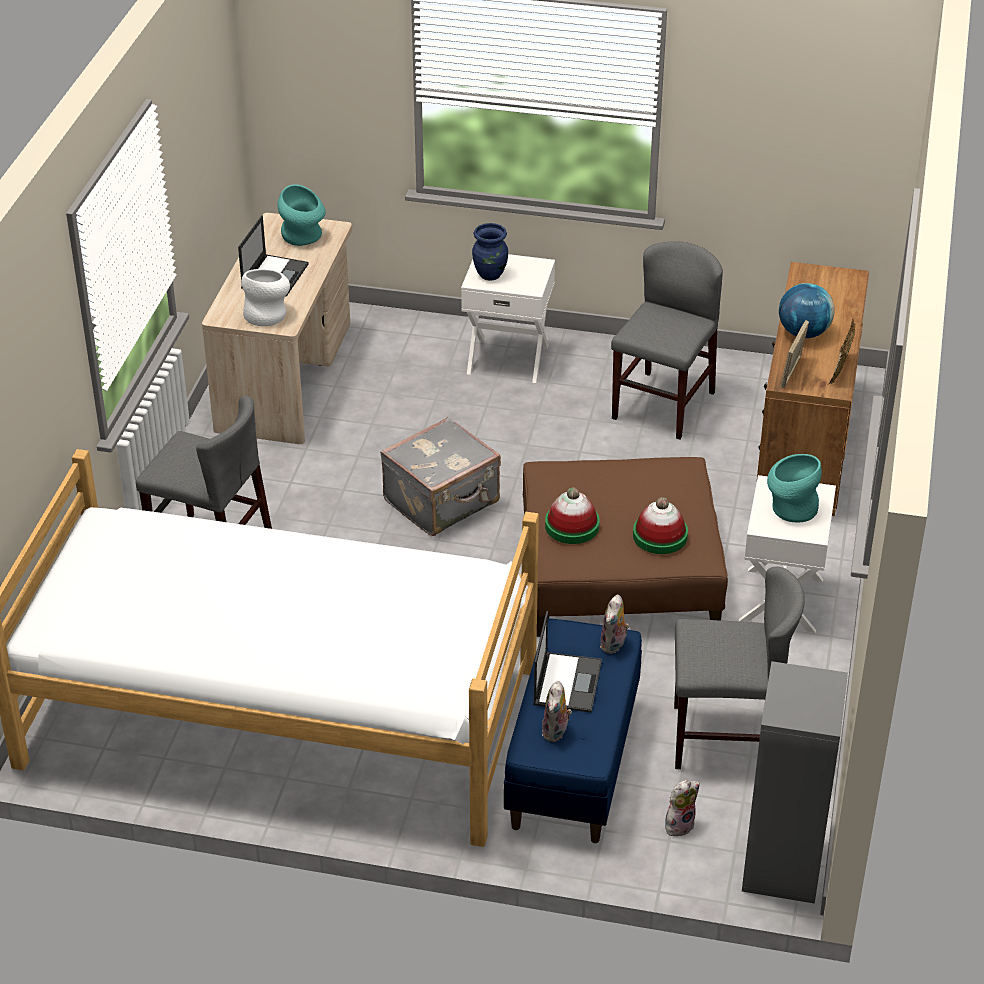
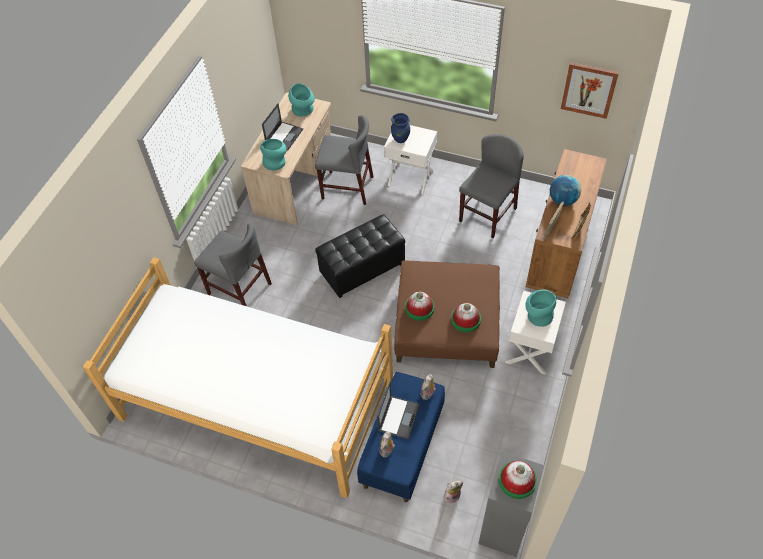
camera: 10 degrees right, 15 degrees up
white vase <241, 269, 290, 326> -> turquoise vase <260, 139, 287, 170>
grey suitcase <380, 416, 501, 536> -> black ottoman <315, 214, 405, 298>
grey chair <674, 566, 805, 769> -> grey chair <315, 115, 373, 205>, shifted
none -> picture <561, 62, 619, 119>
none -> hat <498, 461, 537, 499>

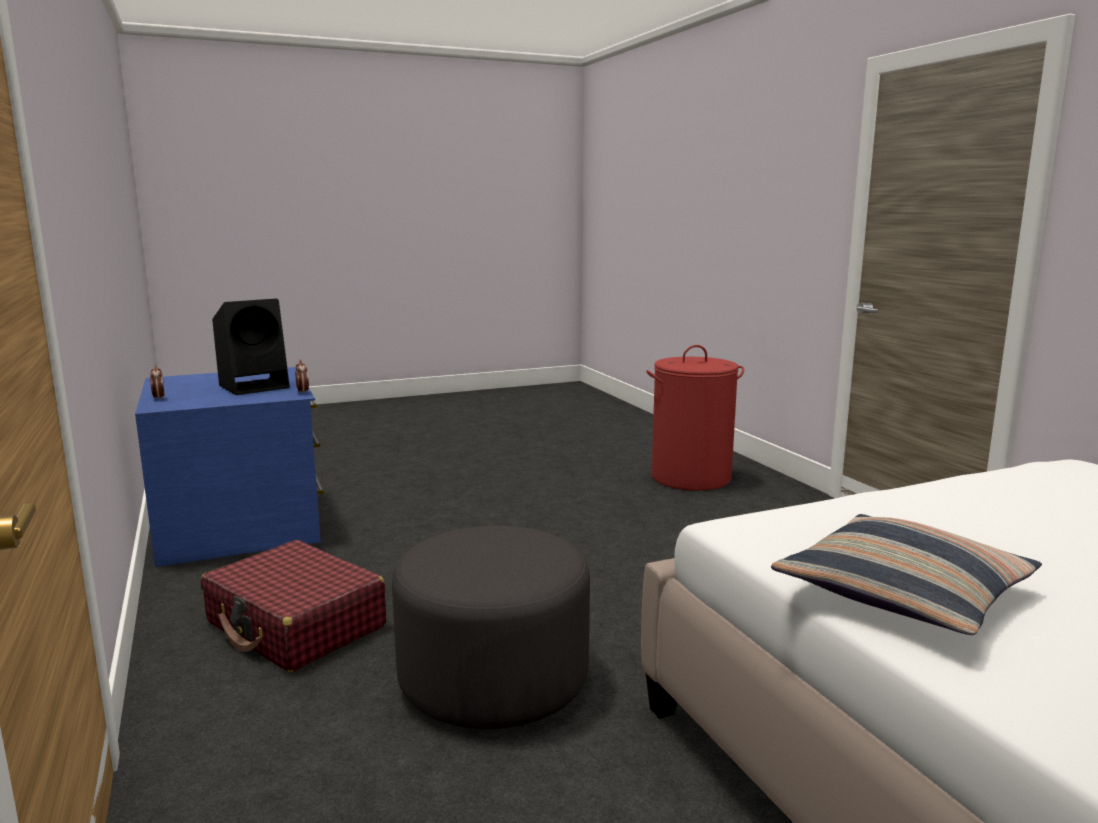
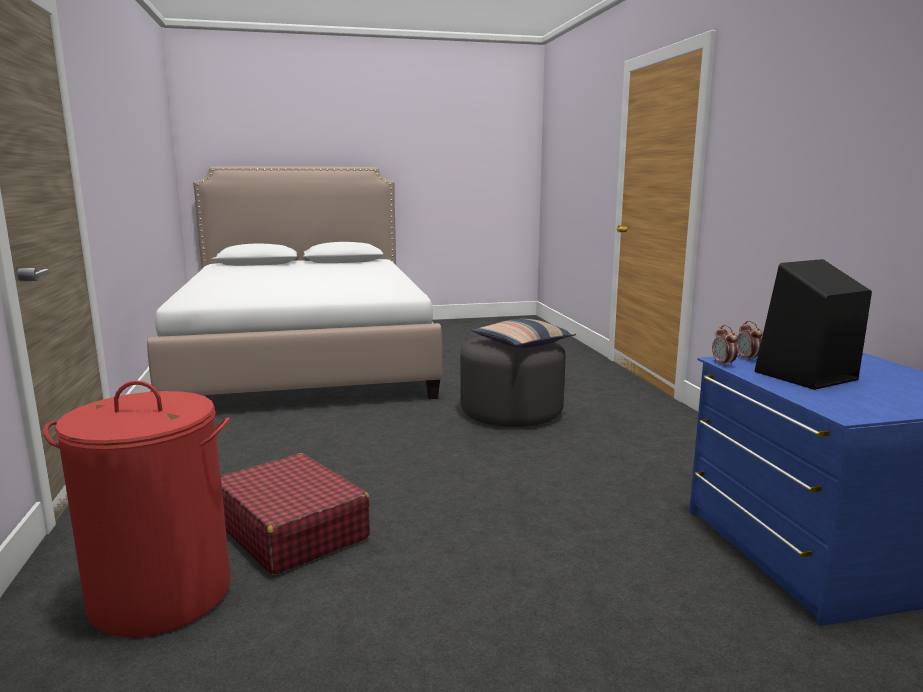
camera: 170 degrees left, 0 degrees up
alarm clock <150, 364, 165, 400> -> alarm clock <737, 321, 762, 361>, shifted
pillow <771, 514, 1042, 635> -> pillow <472, 319, 576, 348>, shifted
red suitcase <201, 540, 386, 672> -> red suitcase <221, 453, 370, 575>, shifted

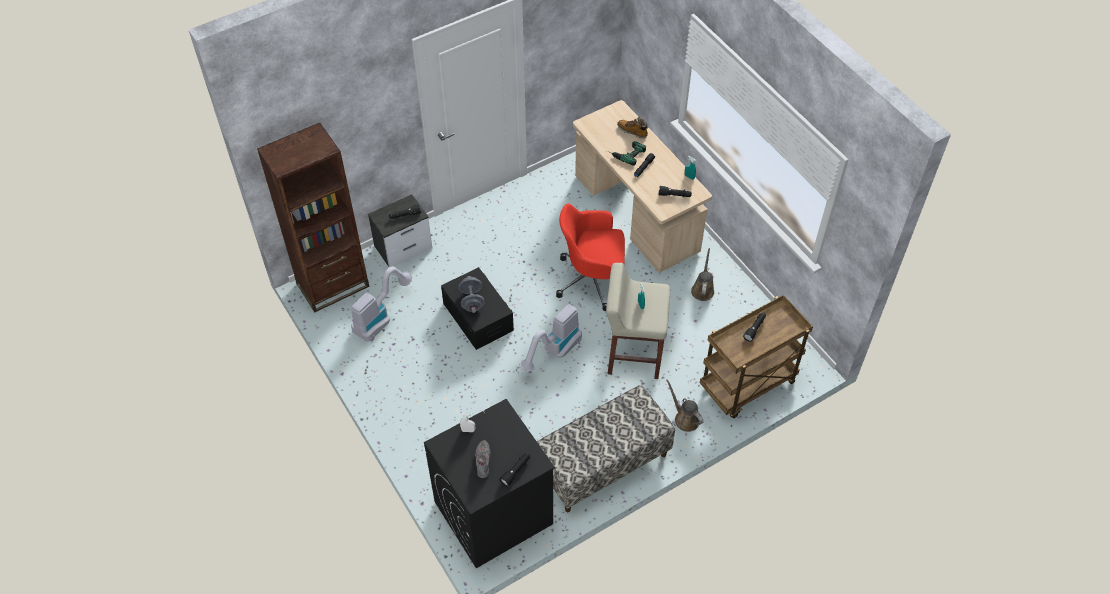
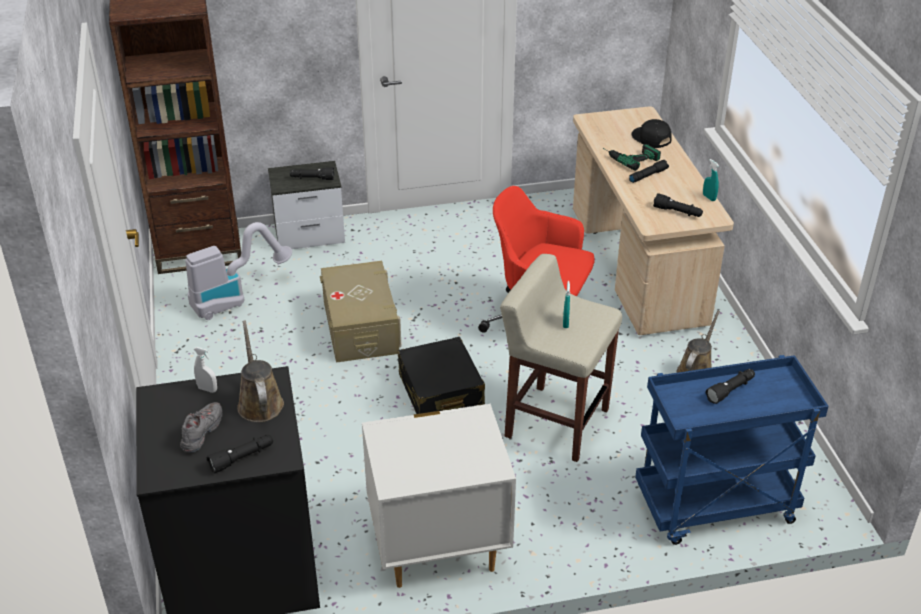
camera: 20 degrees right, 15 degrees down
boot <617, 117, 648, 138> -> black cap <632, 119, 672, 148>
black storage box <441, 267, 514, 350> -> beige storage box <320, 261, 401, 363>
grey dumbbell <458, 276, 485, 313> -> none
brown cart <700, 295, 813, 418> -> blue cart <635, 355, 829, 545>
vacuum cleaner <519, 304, 582, 371> -> black suitcase <398, 337, 485, 414>
brown watering can <666, 379, 704, 432> -> brown watering can <237, 320, 284, 422>, shifted
bench <537, 385, 675, 513> -> white nightstand <362, 403, 516, 588>

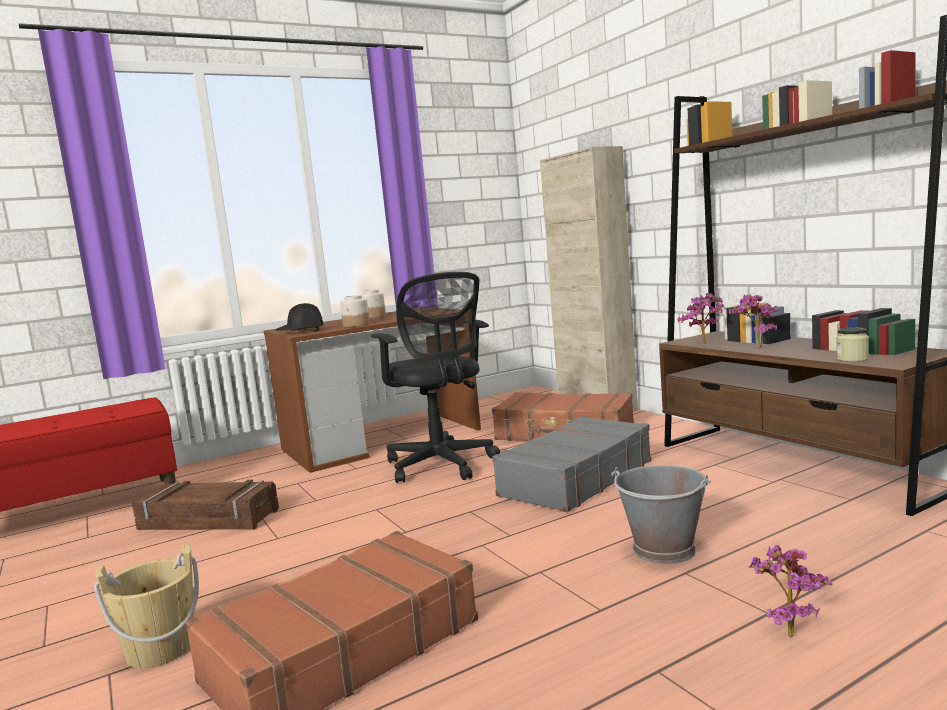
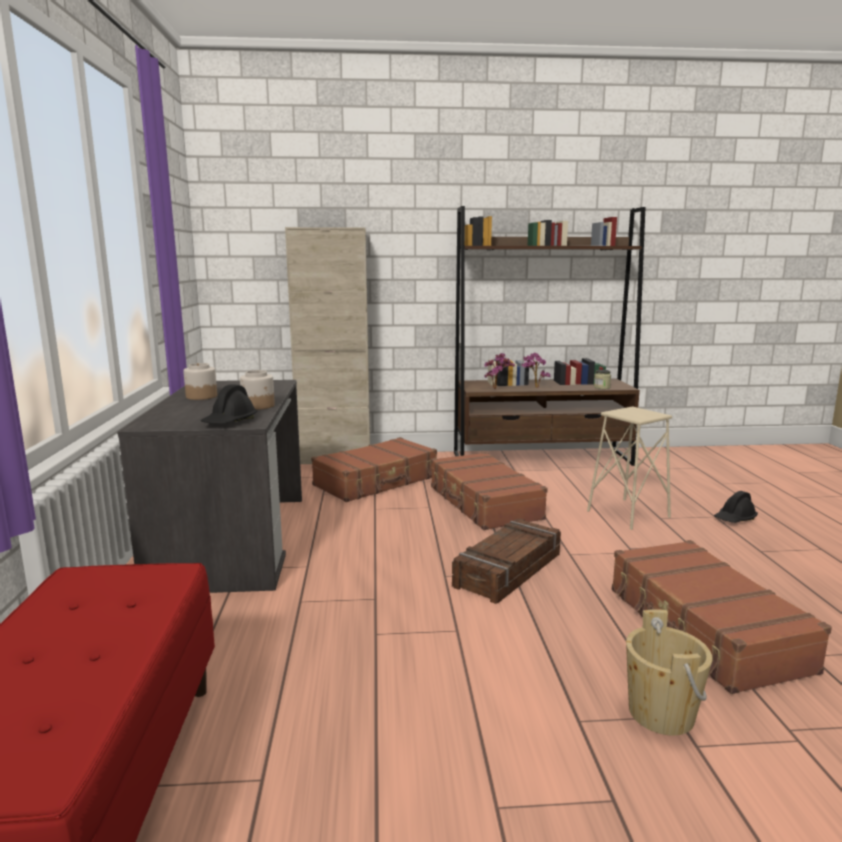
camera: 65 degrees left, 5 degrees up
black office chair <371, 272, 500, 483> -> none
brown desk <264, 311, 481, 473> -> grey desk <118, 380, 302, 593>
grey suitcase <492, 416, 652, 512> -> brown suitcase <431, 452, 548, 530>
grey bucket <612, 465, 711, 564> -> beige stool <587, 406, 672, 530>
crate <132, 480, 279, 530> -> crate <452, 519, 561, 604>, shifted
potted plant <749, 545, 833, 638> -> black hard hat <714, 491, 758, 523>

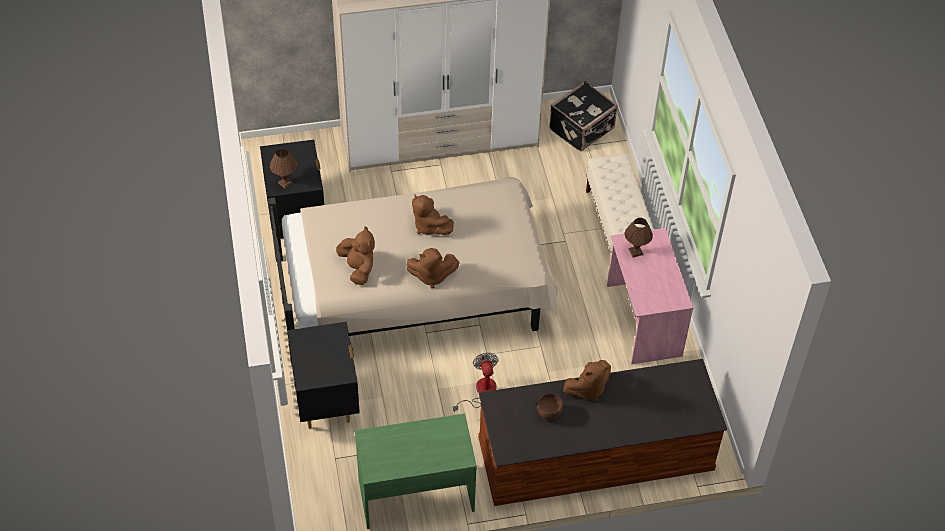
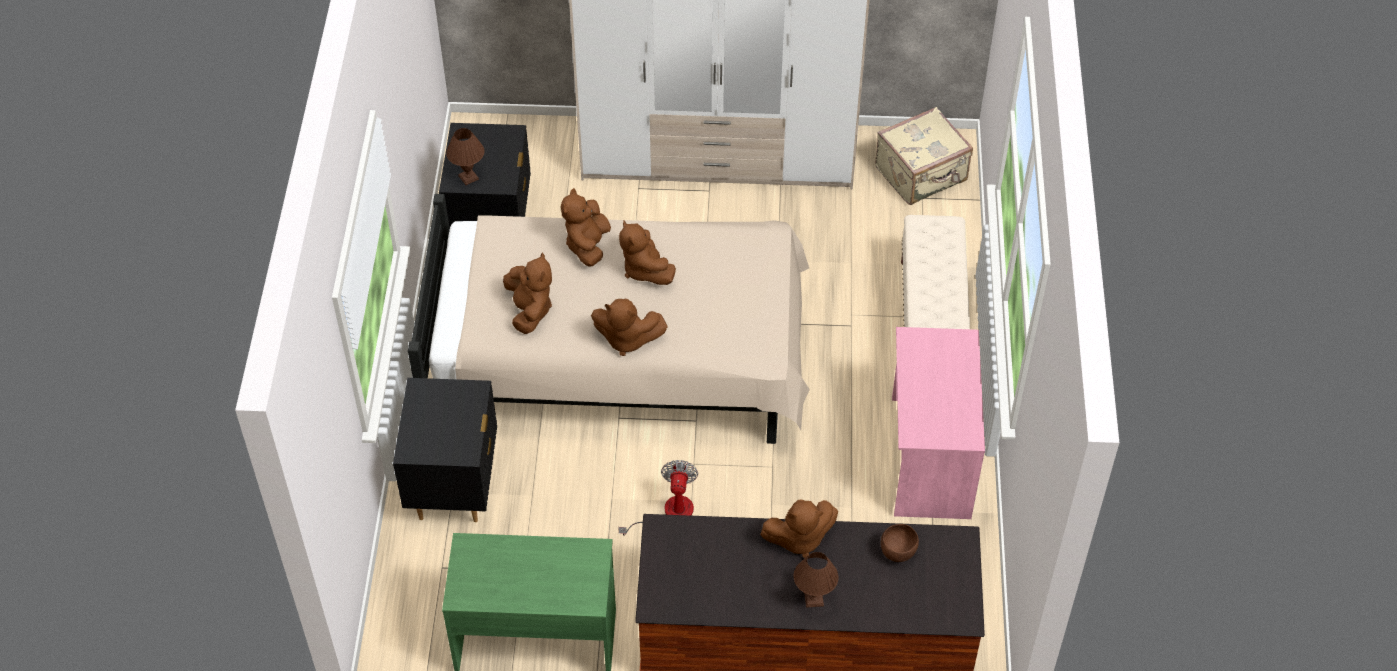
camera: 15 degrees right, 0 degrees up
black suitcase <549, 81, 618, 151> -> beige suitcase <875, 107, 973, 205>
brown table lamp <625, 218, 653, 257> -> brown table lamp <794, 552, 839, 608>, shifted
brown bowl <537, 393, 563, 420> -> brown bowl <881, 524, 919, 562>, shifted
none -> brown plush toy <561, 188, 611, 267>

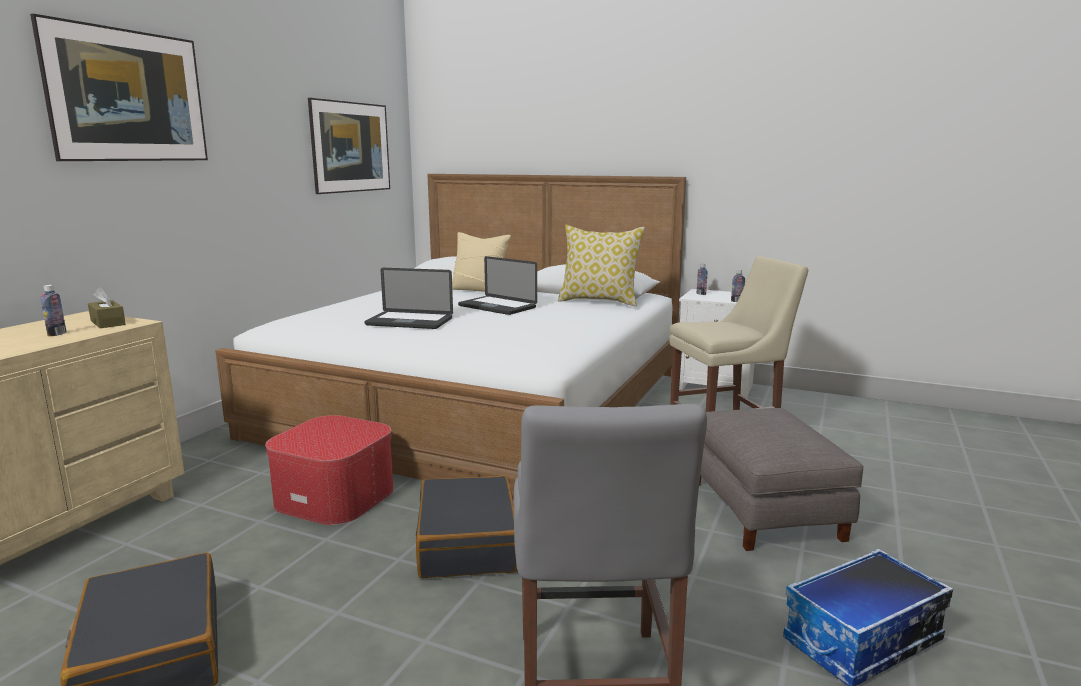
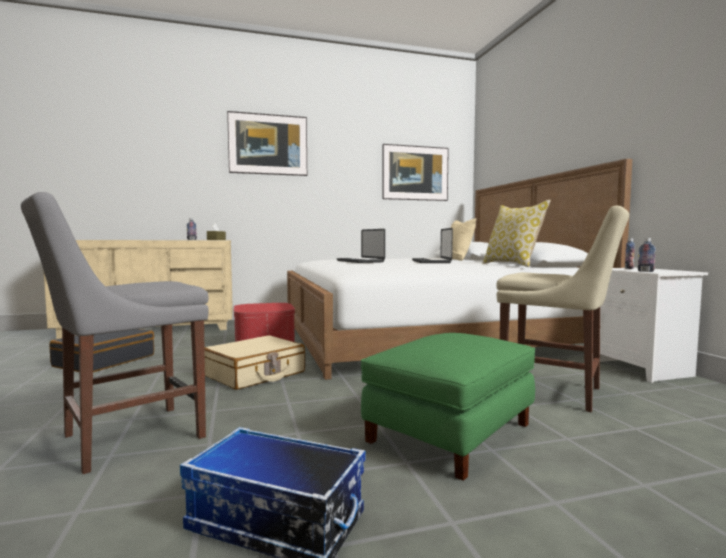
camera: 50 degrees right, 10 degrees down
grey ottoman <699, 408, 864, 551> -> green ottoman <361, 333, 535, 481>
black suitcase <416, 475, 517, 578> -> beige suitcase <204, 335, 305, 390>

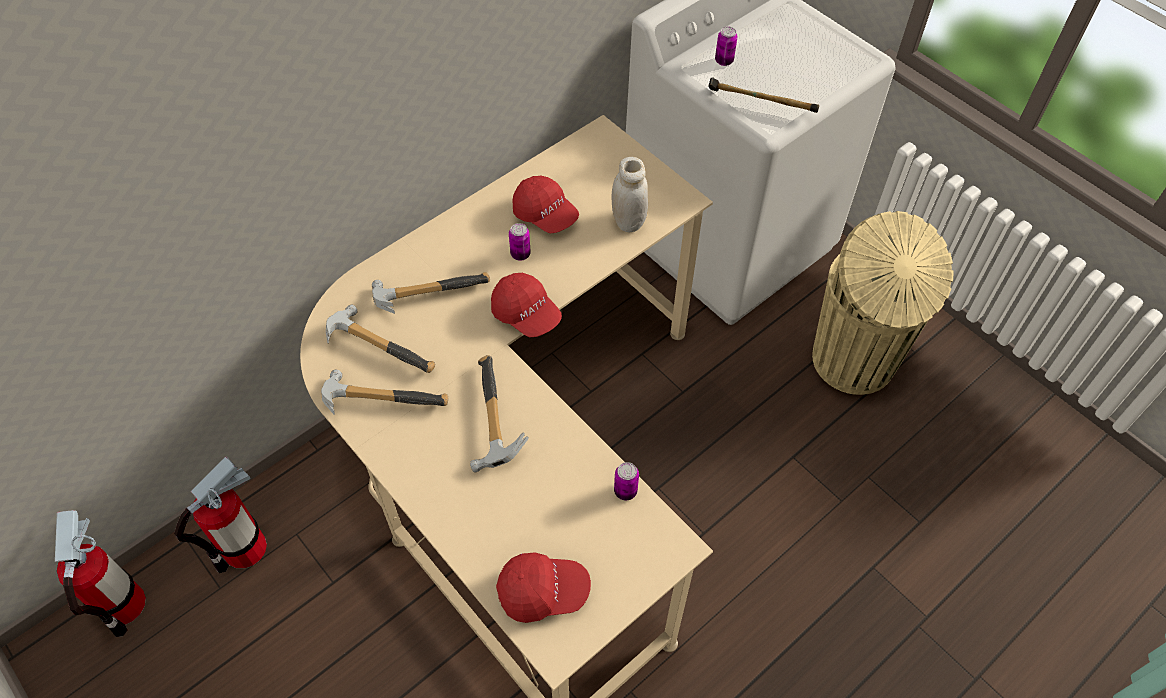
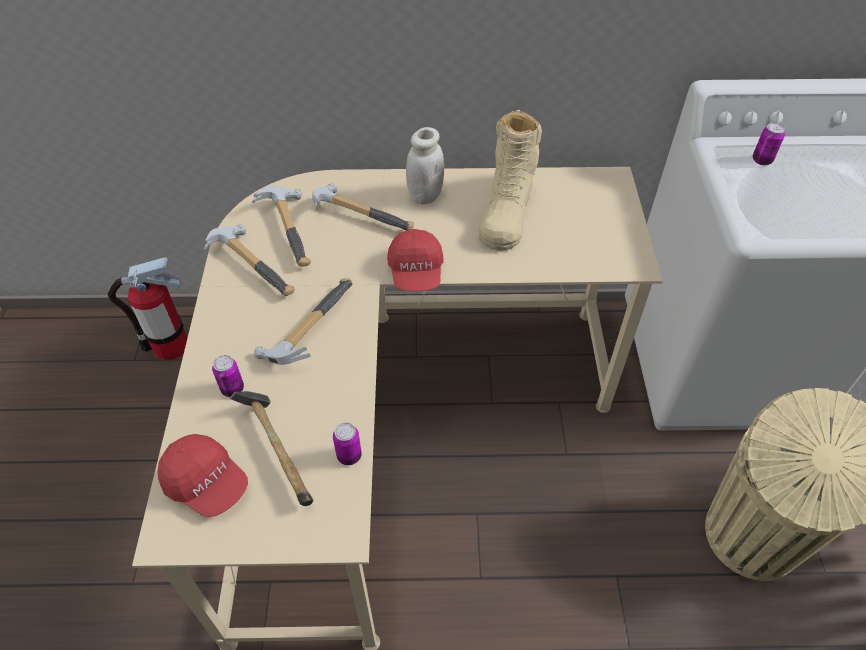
camera: 40 degrees right, 5 degrees down
hammer <708, 77, 819, 113> -> hammer <230, 391, 313, 506>, shifted
white jar <612, 157, 648, 233> -> white jar <406, 127, 444, 204>, shifted
red cap <512, 176, 579, 234> -> beige boot <478, 109, 542, 251>
can <509, 223, 531, 261> -> can <212, 355, 244, 397>, shifted
fire extinguisher <55, 510, 146, 637> -> none

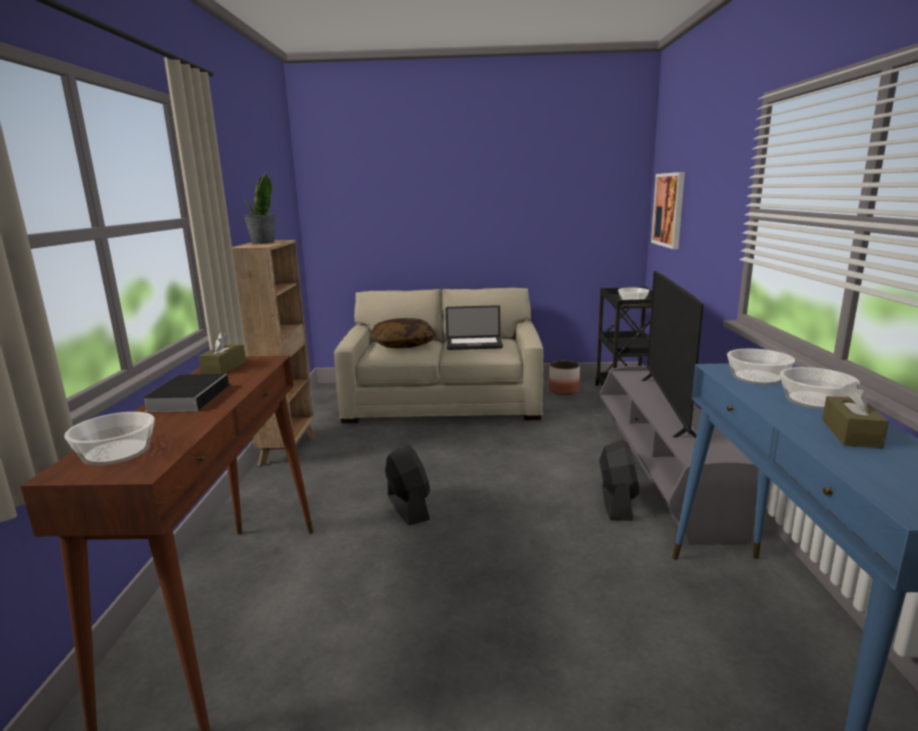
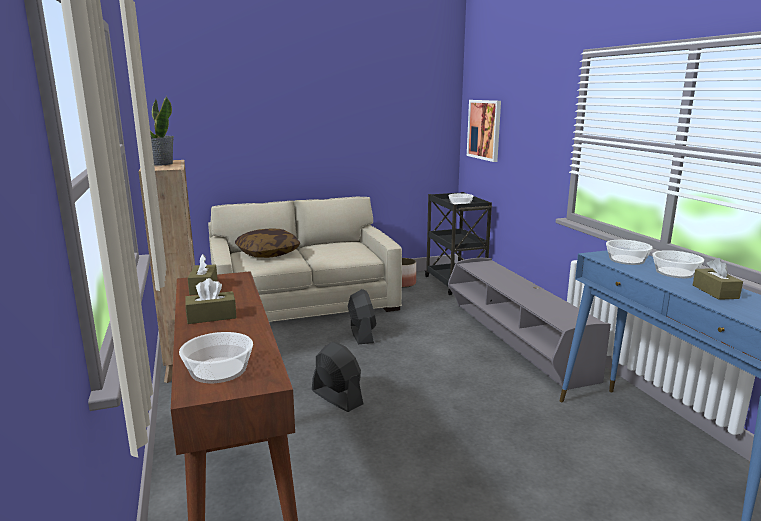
camera: 20 degrees left, 0 degrees up
television <641, 271, 704, 438> -> none
laptop <446, 305, 503, 350> -> none
book <142, 374, 229, 412> -> brown tissue box <185, 278, 237, 324>
black fan <599, 440, 639, 521> -> black fan <348, 289, 376, 344>, shifted

